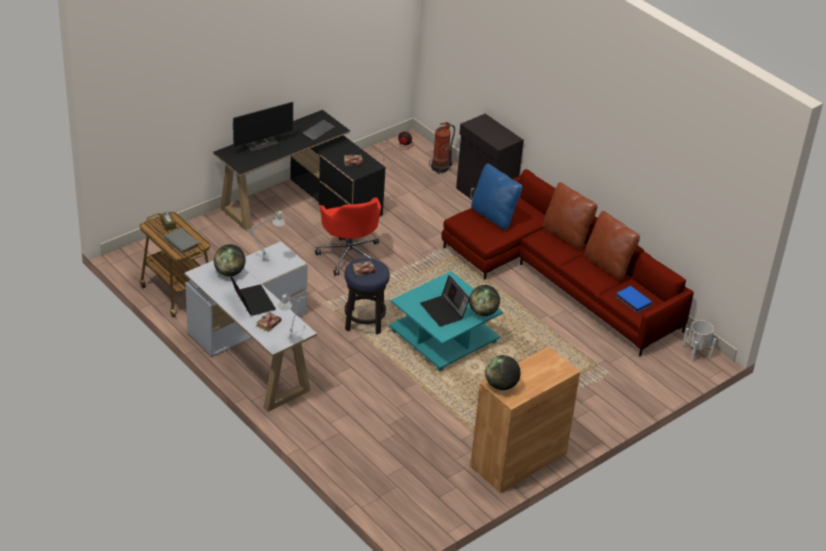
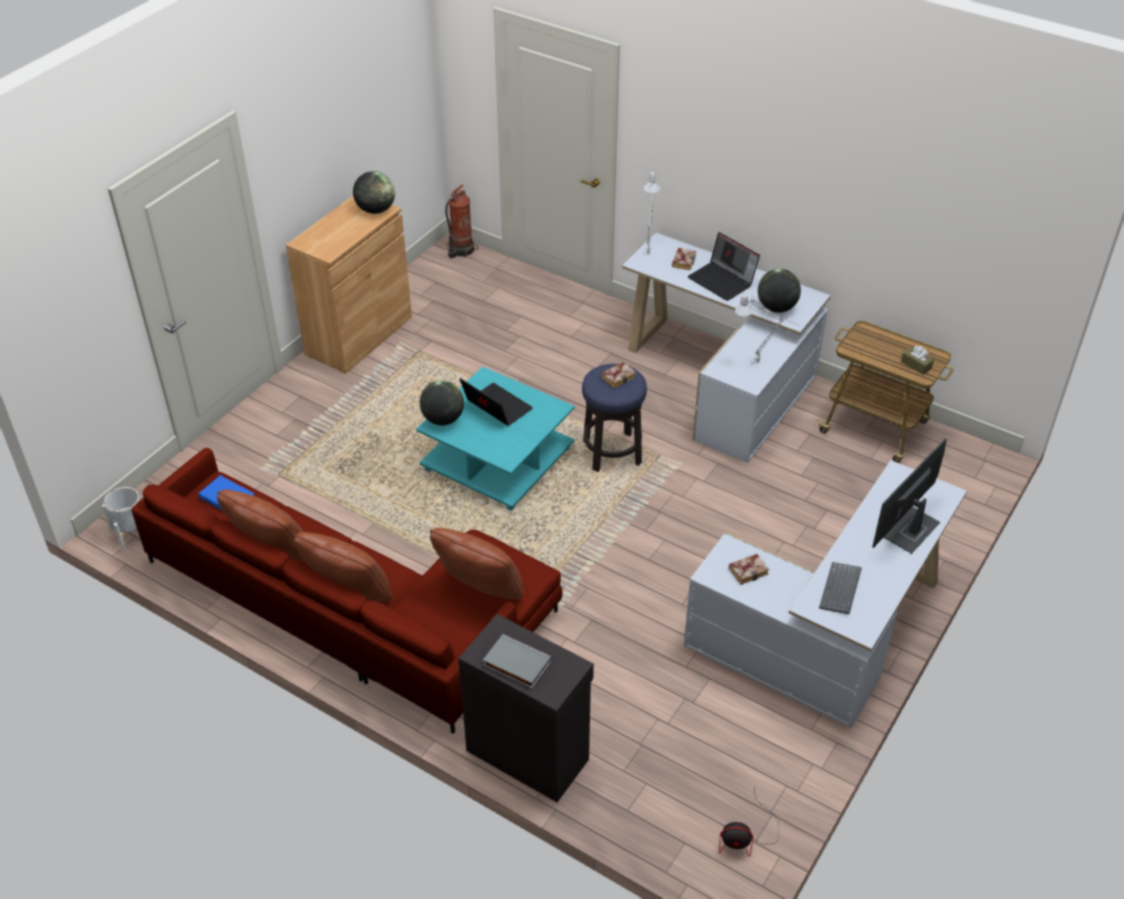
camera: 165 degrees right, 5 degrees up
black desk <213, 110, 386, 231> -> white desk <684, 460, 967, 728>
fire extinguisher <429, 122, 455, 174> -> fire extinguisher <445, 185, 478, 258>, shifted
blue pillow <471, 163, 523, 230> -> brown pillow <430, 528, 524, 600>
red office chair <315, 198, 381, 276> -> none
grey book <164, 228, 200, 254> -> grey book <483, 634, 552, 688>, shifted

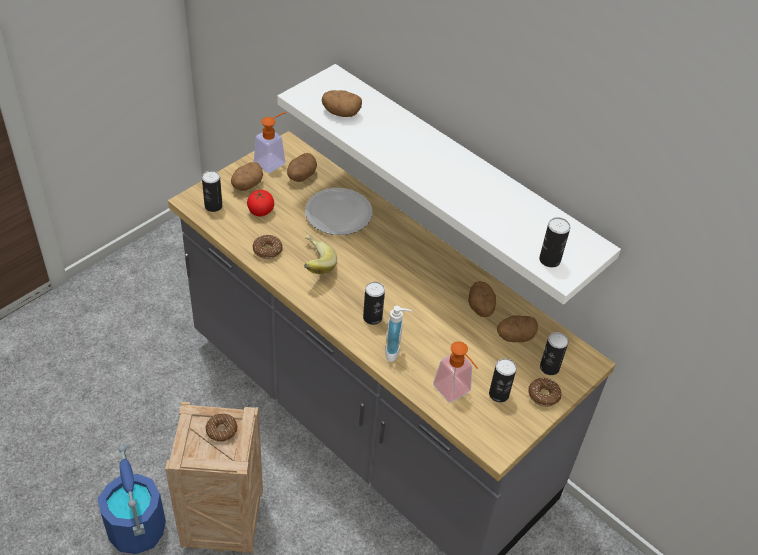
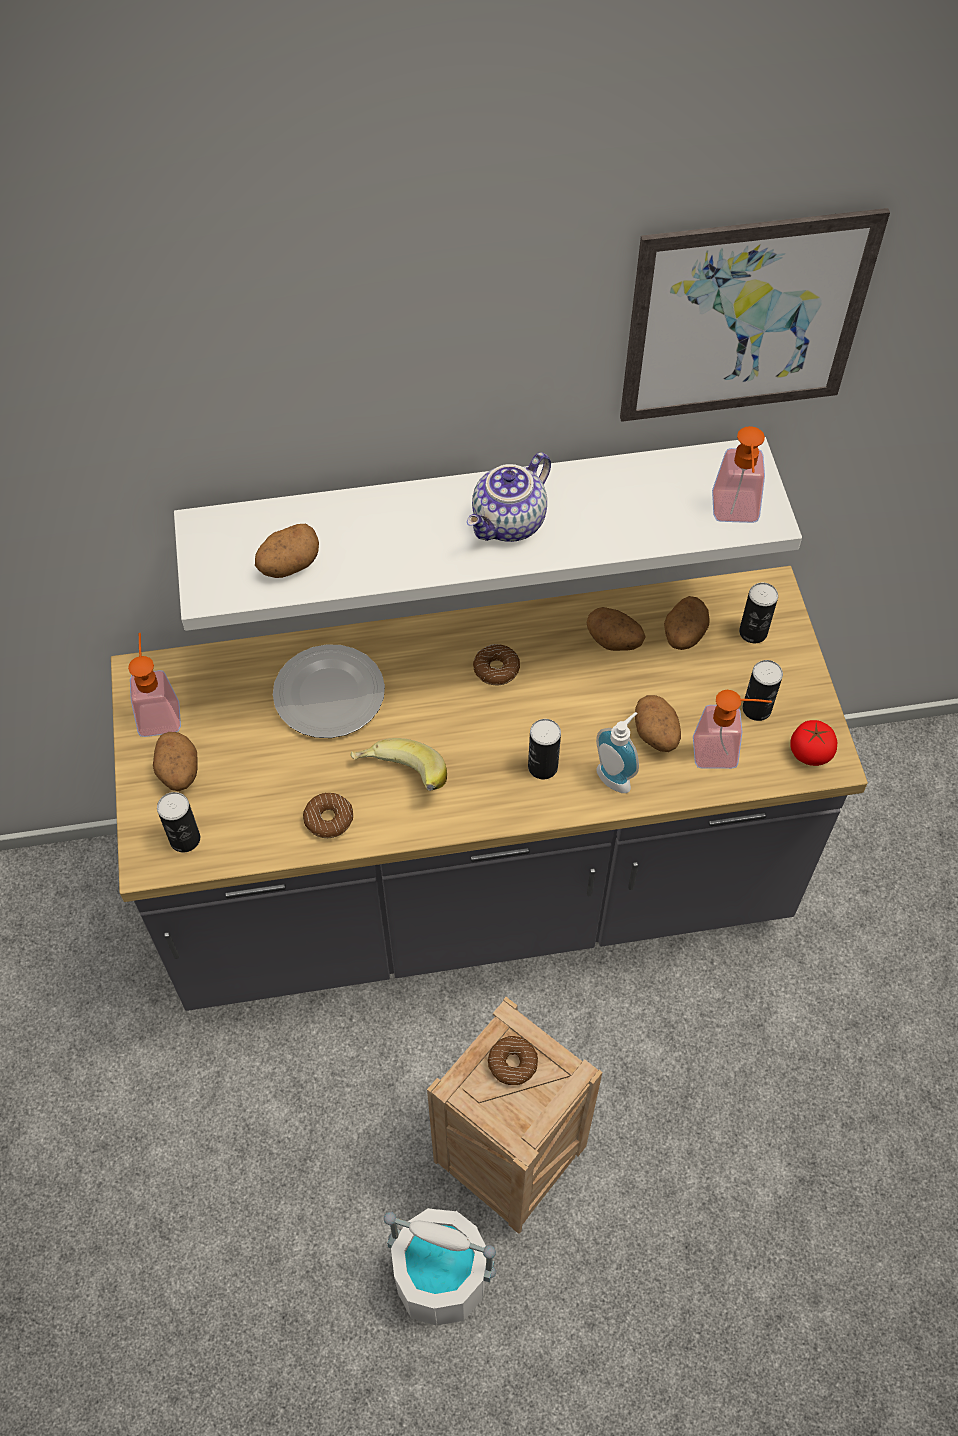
camera: 50 degrees left, 10 degrees up
potato <287, 153, 317, 182> -> potato <635, 695, 681, 752>, shifted
tomato <247, 189, 274, 216> -> tomato <790, 720, 837, 766>, shifted
can <539, 217, 570, 267> -> soap dispenser <712, 426, 765, 523>
donut <528, 378, 562, 407> -> donut <473, 644, 520, 685>, shifted
blue bucket <97, 445, 166, 554> -> white bucket <384, 1208, 496, 1326>
none -> picture <620, 208, 890, 422>
none -> teapot <467, 452, 551, 542>

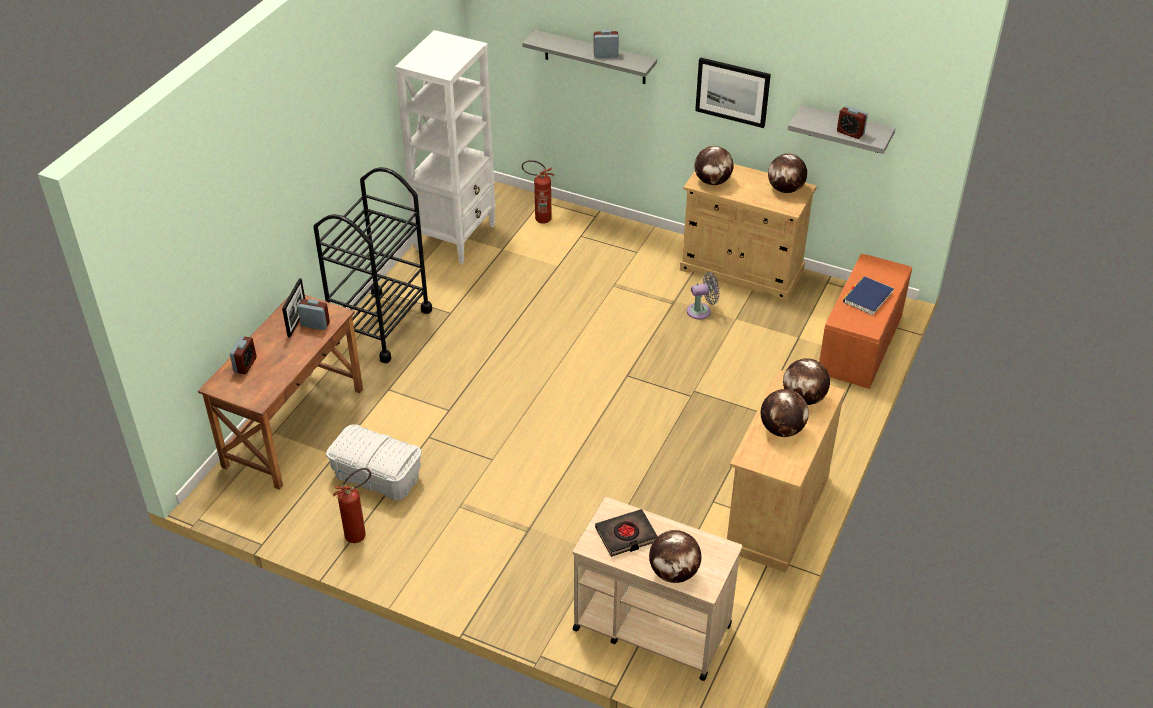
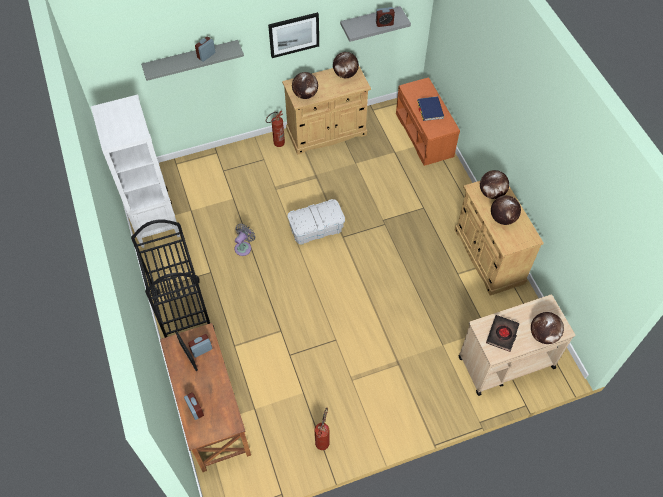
camera: 45 degrees left, 15 degrees up
fire extinguisher <522, 160, 554, 224> -> fire extinguisher <266, 111, 285, 147>, shifted
grey fan <687, 272, 719, 320> -> grey fan <235, 224, 256, 256>, shifted
white storage box <326, 424, 422, 501> -> white storage box <288, 199, 345, 244>, shifted

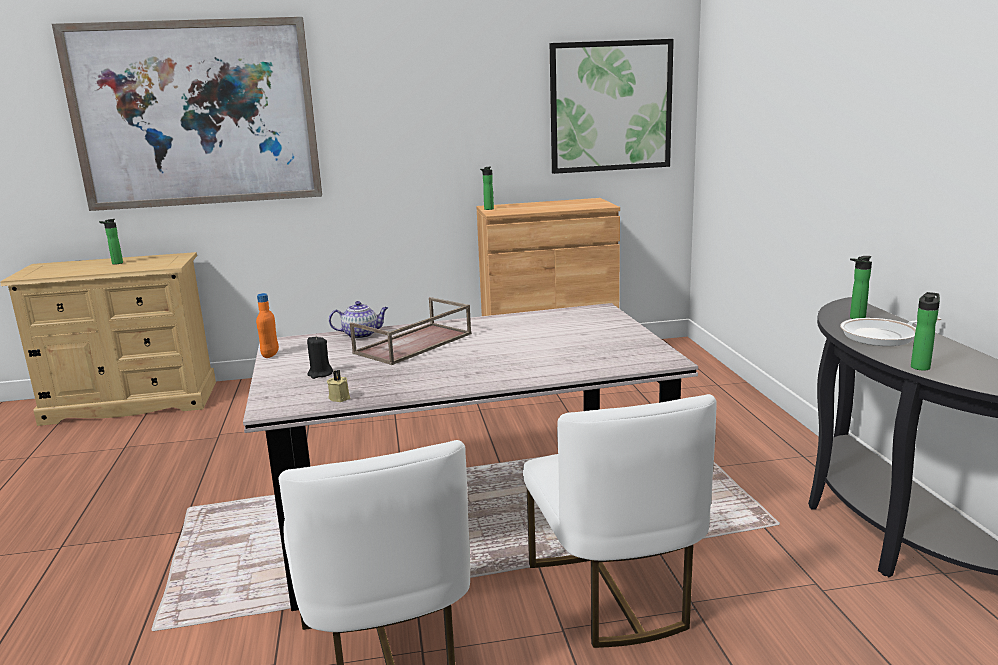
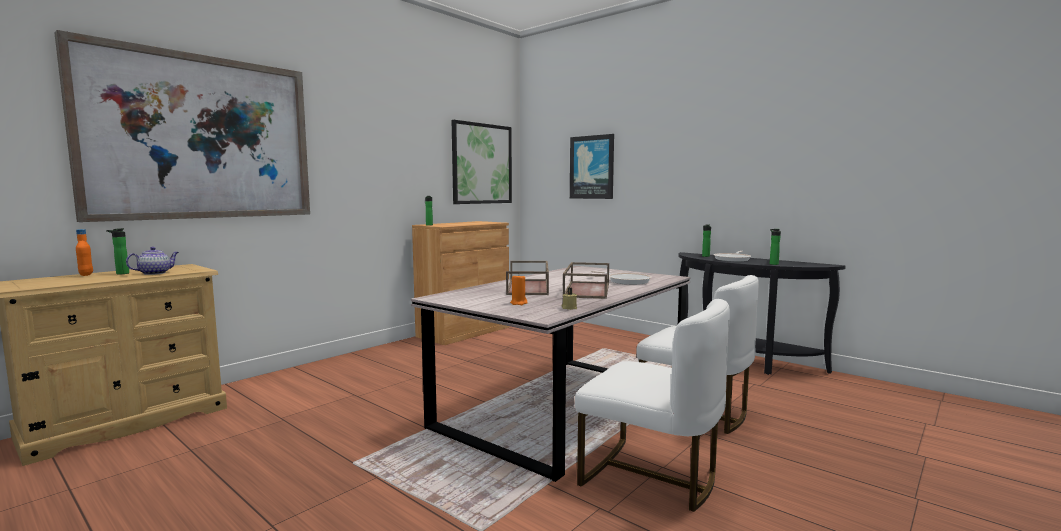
camera: 40 degrees left, 10 degrees down
orange bottle <256, 293, 279, 358> -> orange bottle <76, 229, 93, 276>, shifted
teapot <329, 301, 388, 339> -> teapot <126, 247, 179, 275>, shifted
black candle <307, 336, 333, 379> -> orange candle <510, 276, 528, 305>
none -> picture <570, 134, 614, 199>
none -> brown tray <563, 262, 609, 299>
none -> frying pan <591, 271, 652, 285>

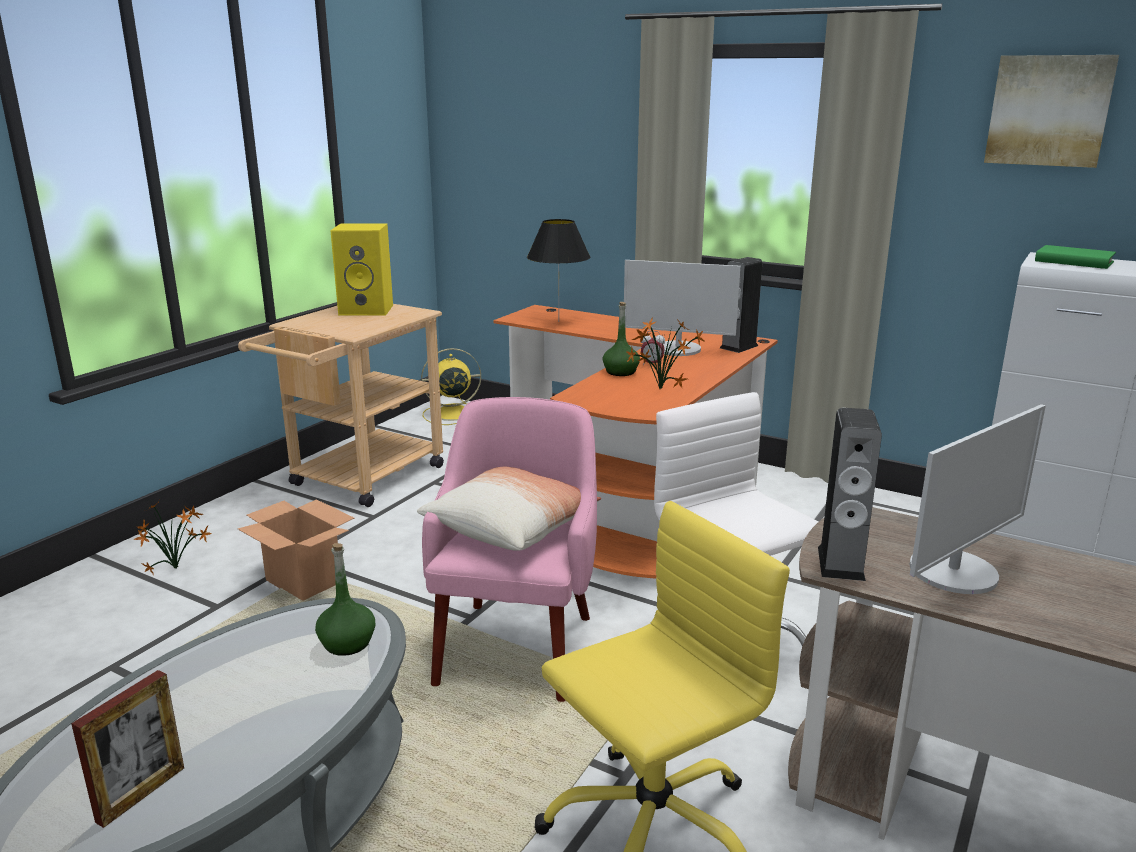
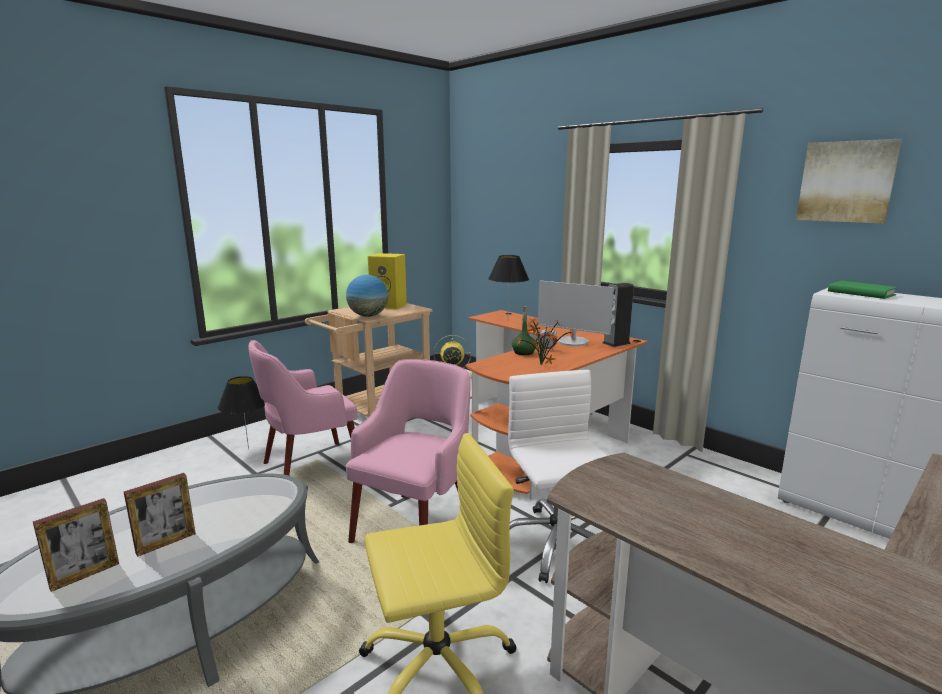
camera: 15 degrees right, 5 degrees down
monitor <909, 404, 1046, 594> -> none
speaker <818, 408, 882, 581> -> none
pillow <417, 467, 601, 551> -> none
cardboard box <238, 499, 354, 601> -> pink armchair <248, 340, 357, 476>
potted plant <133, 503, 212, 576> -> black table lamp <218, 376, 265, 449>
green bottle <315, 543, 375, 656> -> none
none -> globe <346, 275, 388, 317>
none -> picture frame <124, 473, 196, 557>

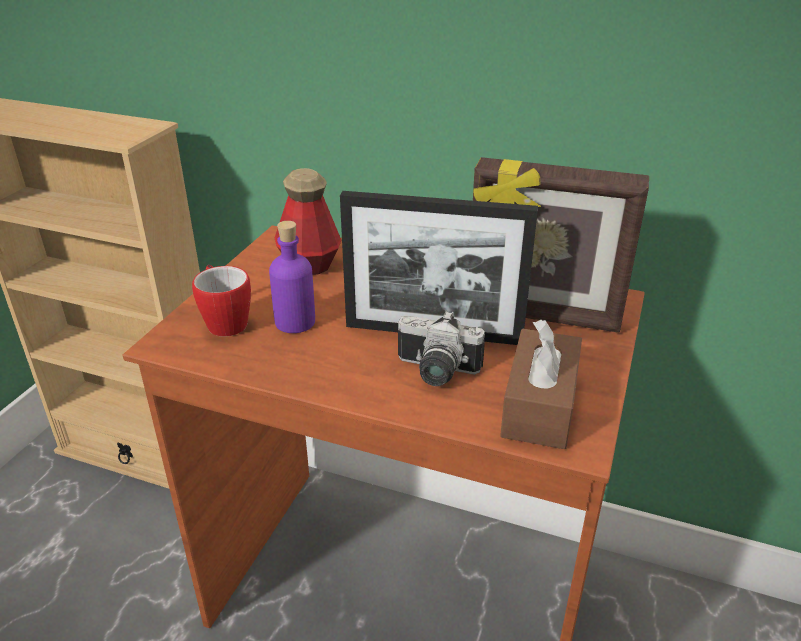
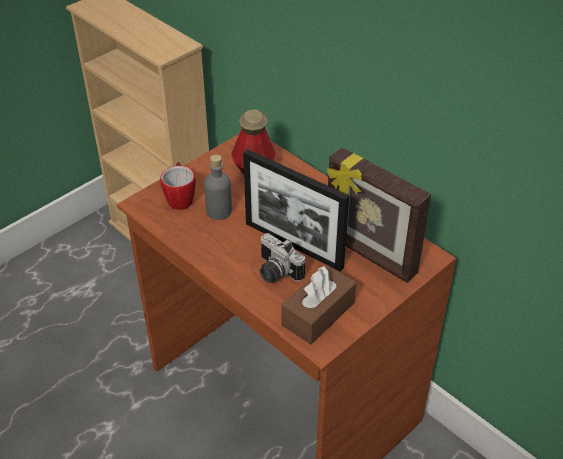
camera: 25 degrees right, 10 degrees up
purple bottle <269, 221, 315, 333> -> grey bottle <204, 154, 232, 220>

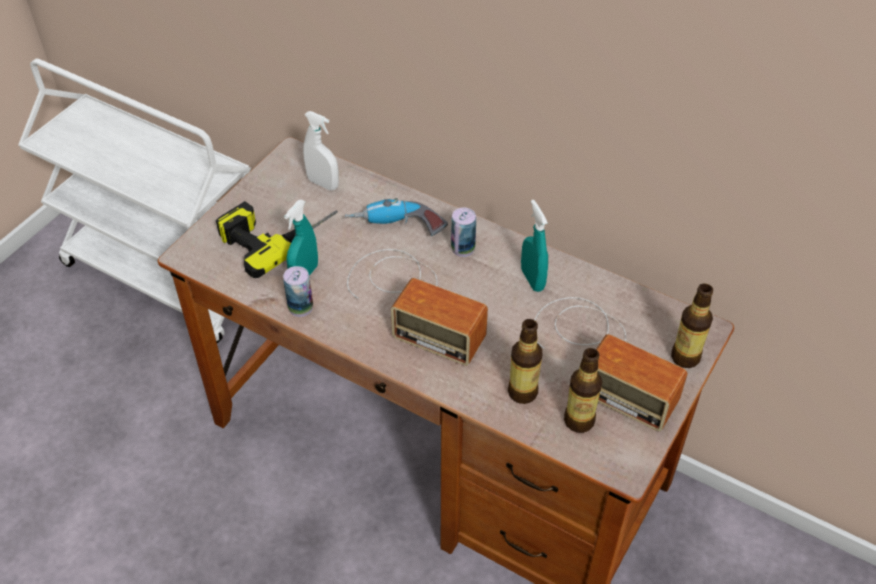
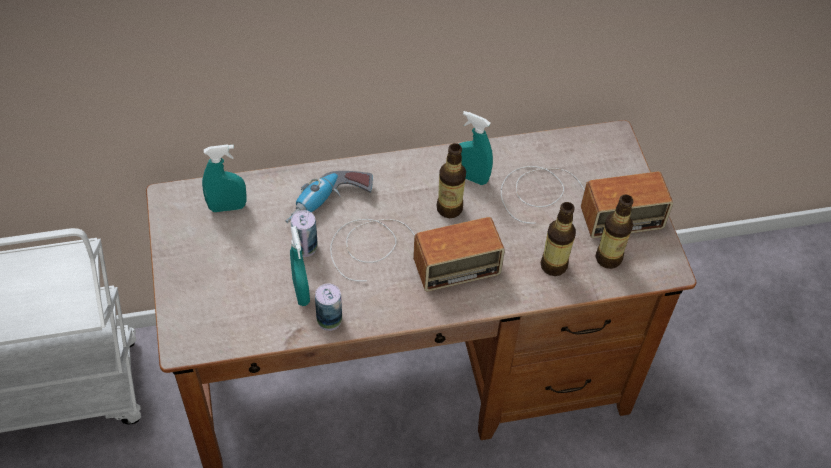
camera: 45 degrees left, 5 degrees up
white spray bottle <303, 111, 339, 190> -> turquoise spray bottle <202, 144, 247, 212>
power drill <216, 201, 338, 278> -> none
can <451, 207, 476, 257> -> can <291, 210, 318, 257>, shifted
bottle <671, 283, 713, 368> -> bottle <437, 143, 466, 218>, shifted

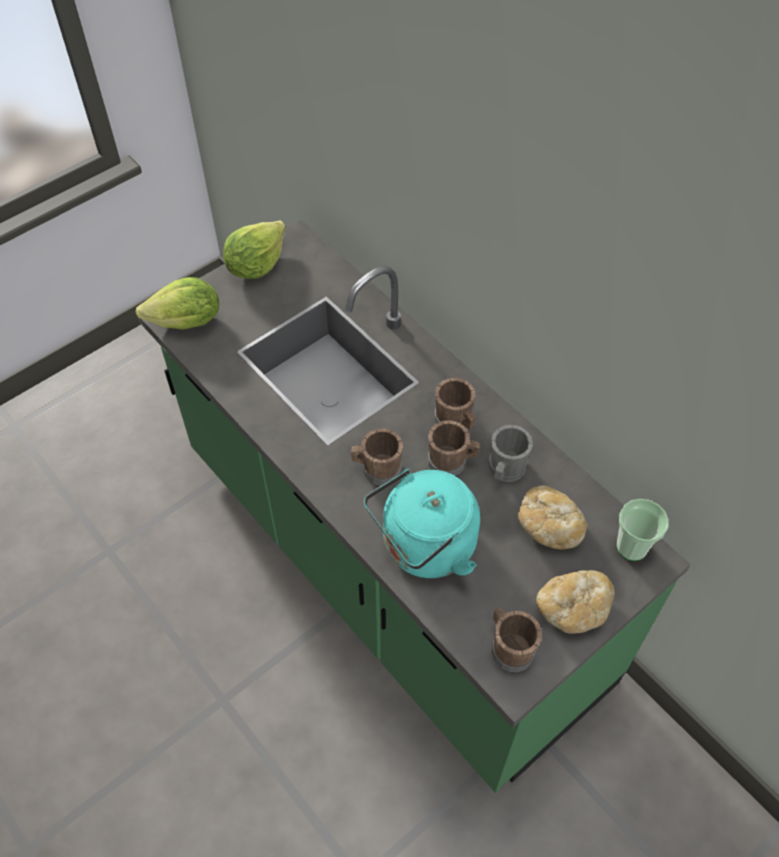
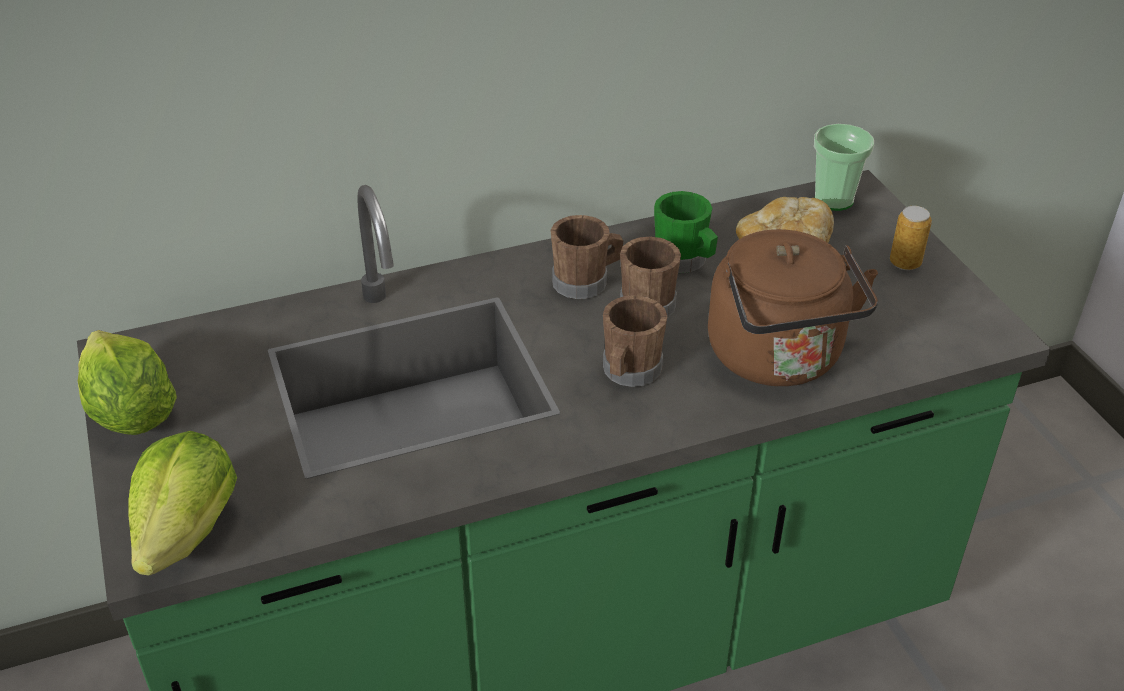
camera: 70 degrees left, 15 degrees down
grey mug <488, 425, 533, 482> -> green mug <654, 191, 718, 273>
turquoise kettle <364, 469, 480, 578> -> brown kettle <708, 229, 878, 386>
bread <536, 570, 614, 634> -> can <890, 206, 932, 270>
brown mug <492, 608, 542, 672> -> none

